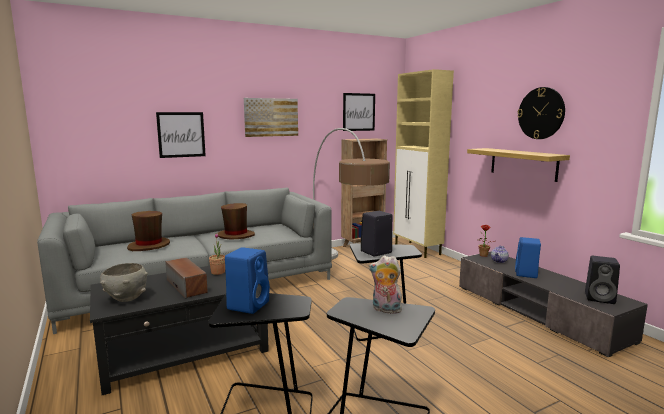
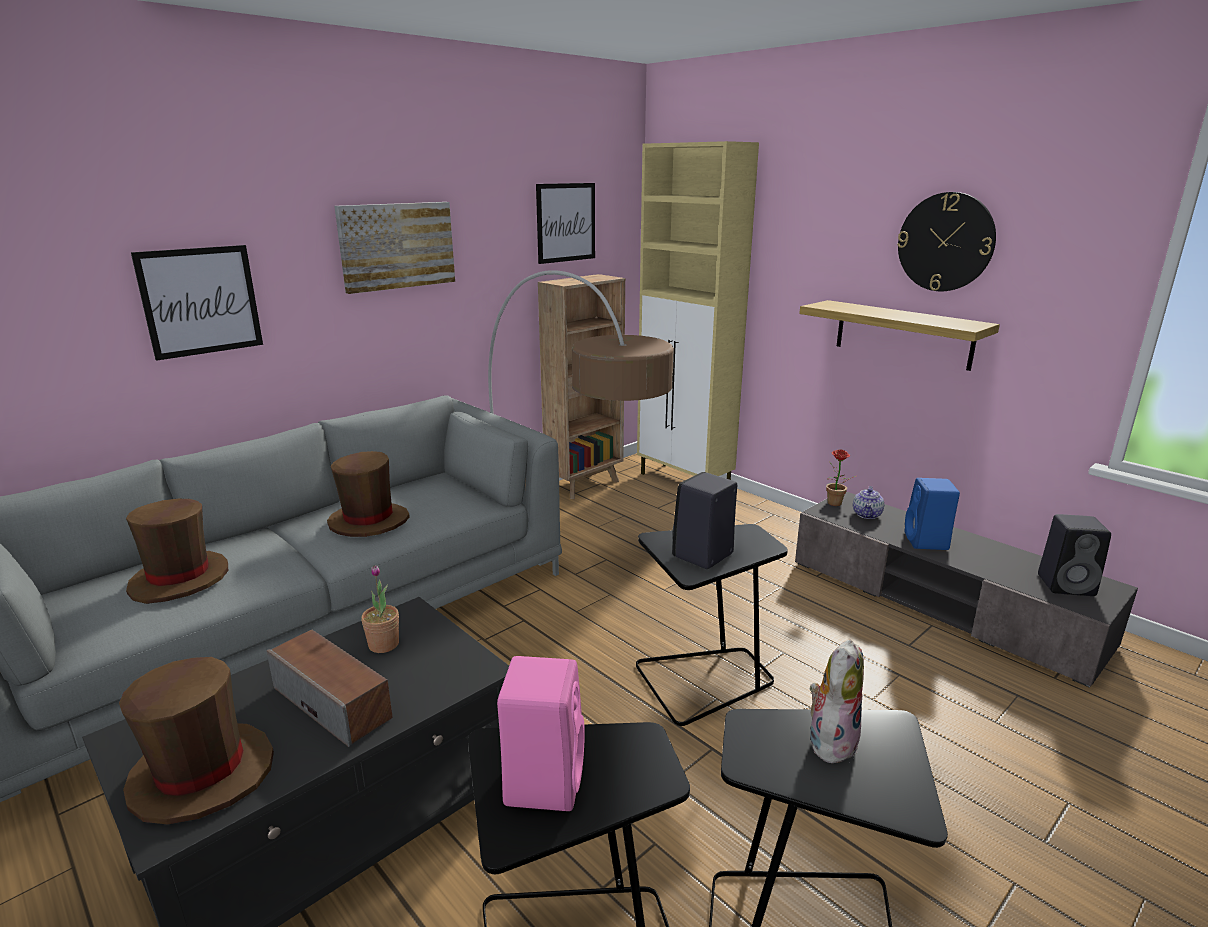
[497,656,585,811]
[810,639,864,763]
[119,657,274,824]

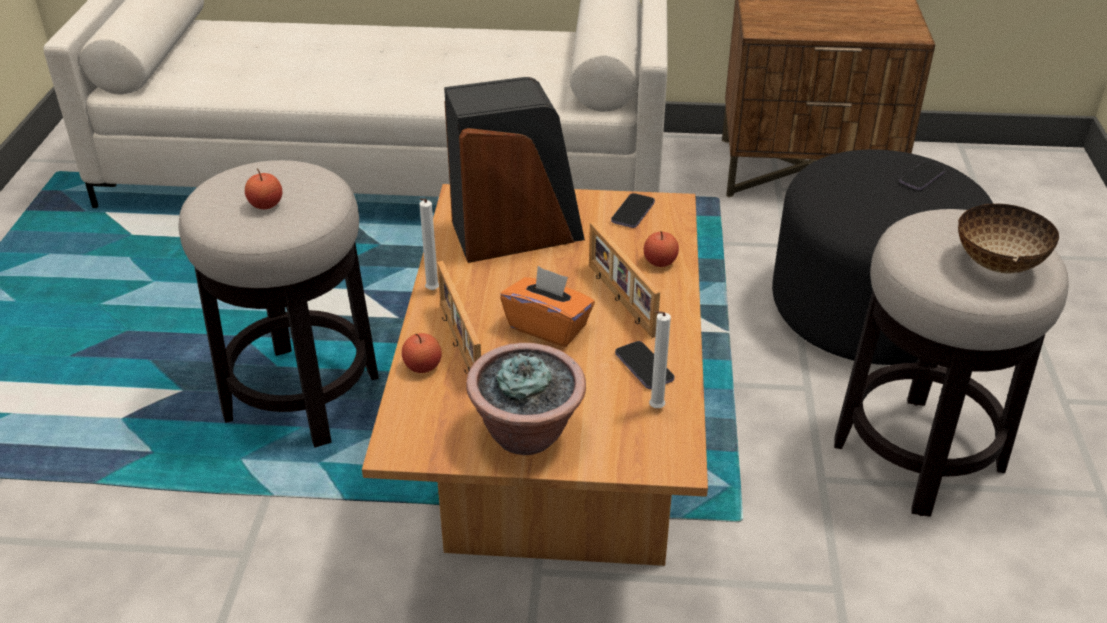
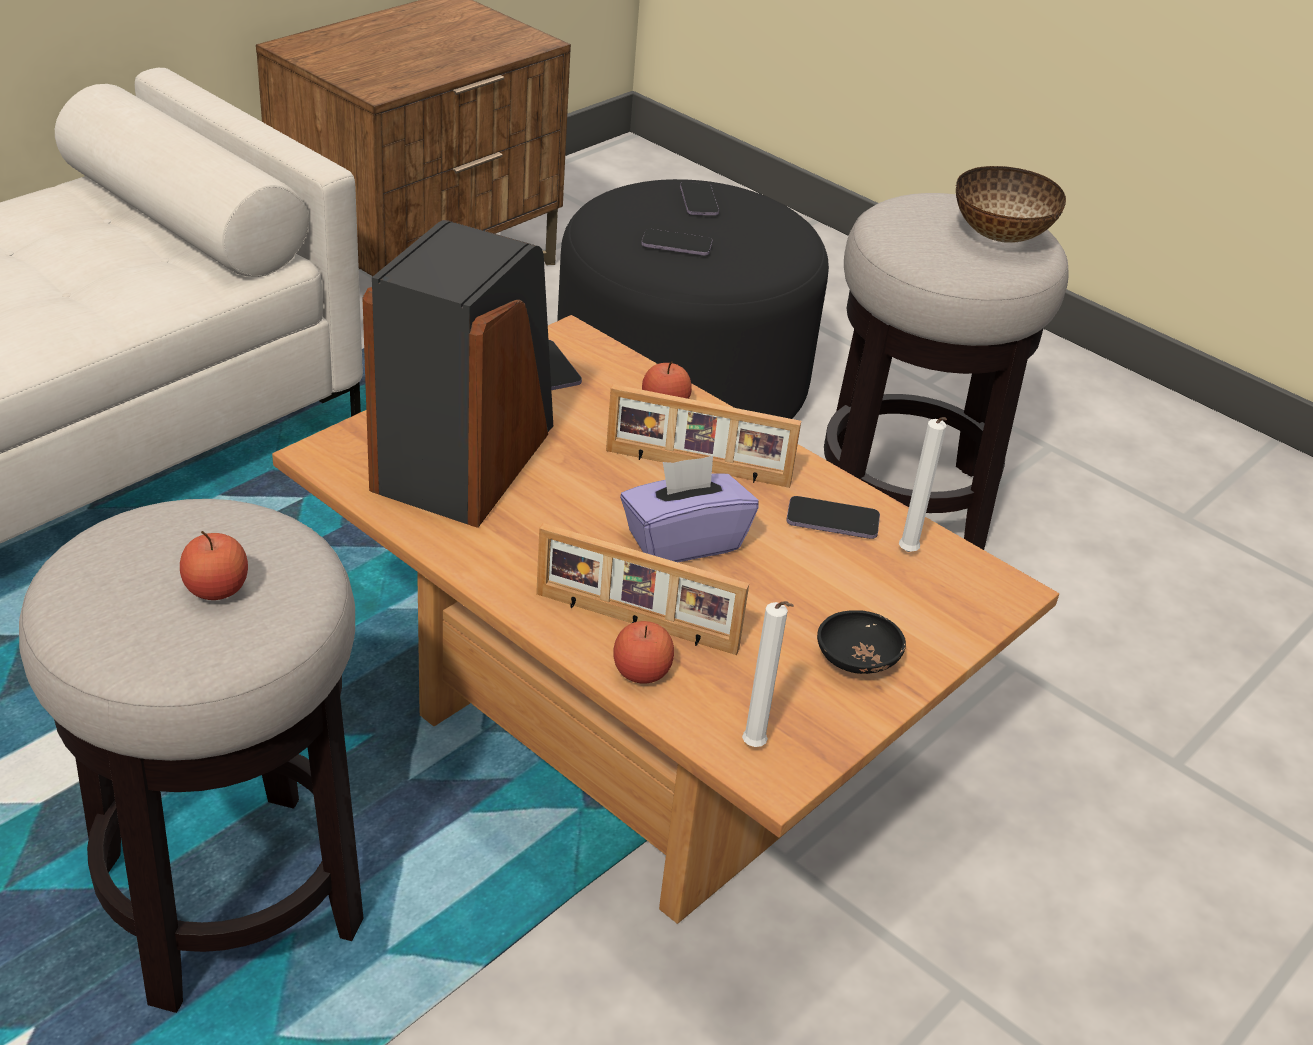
[742,601,794,747]
[620,456,759,562]
[817,610,906,674]
[641,229,712,256]

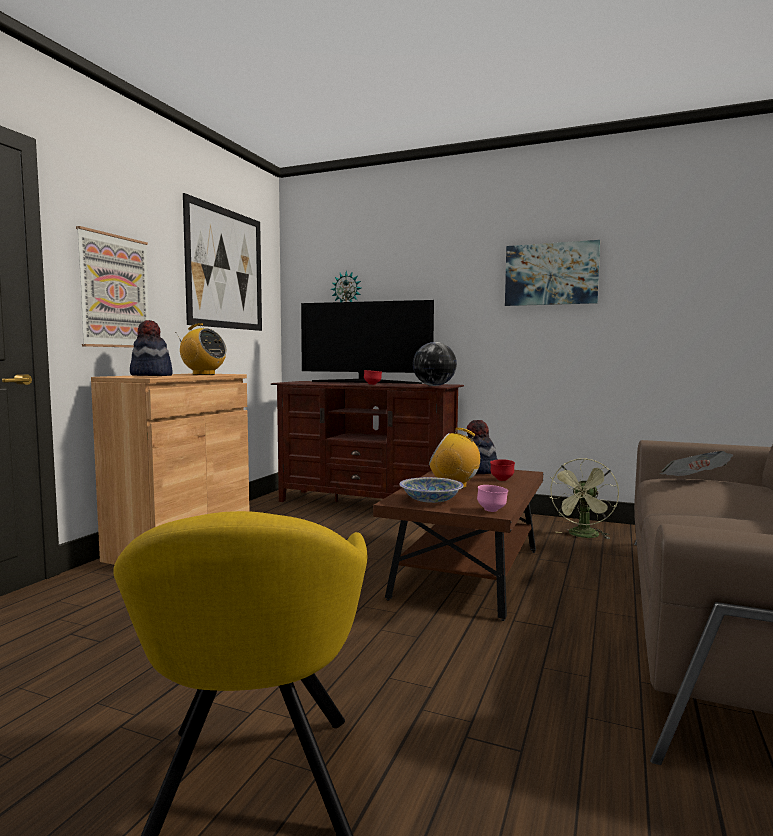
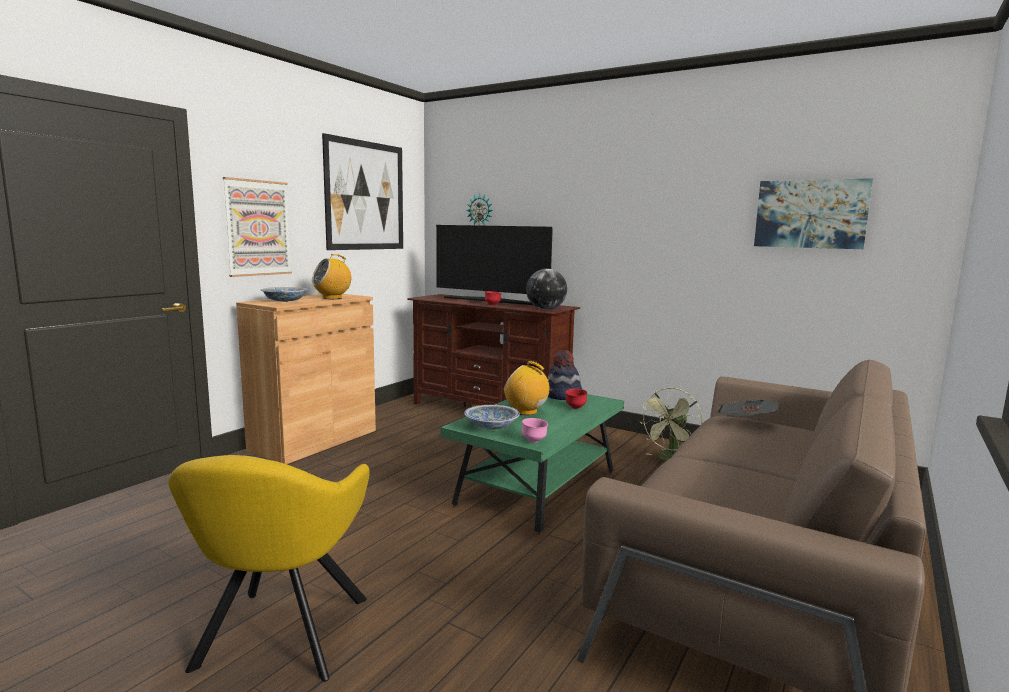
[754,178,873,249]
[260,287,308,302]
[312,254,351,299]
[441,394,624,534]

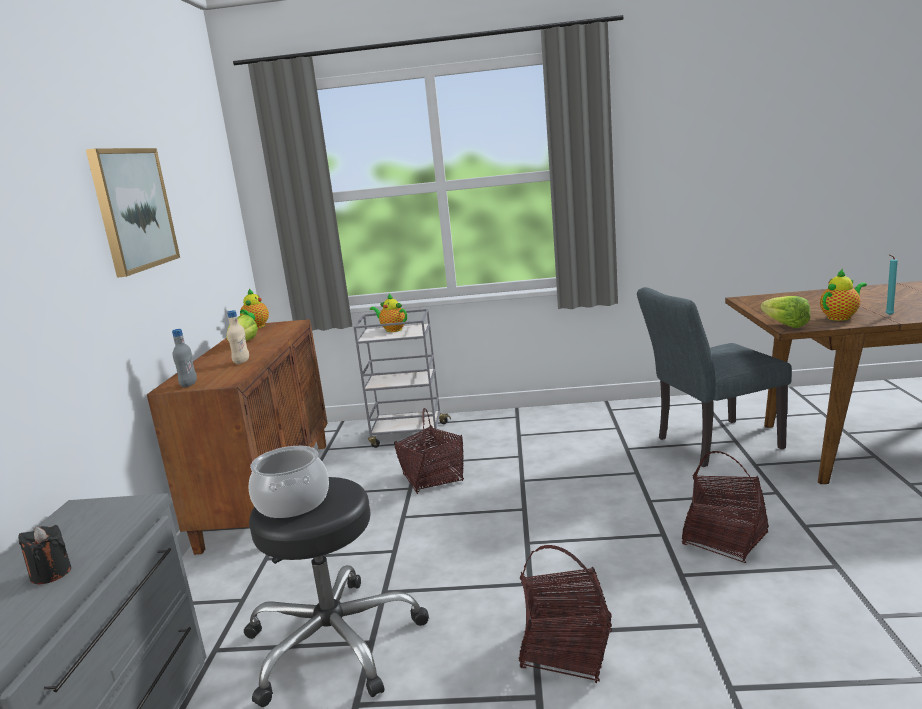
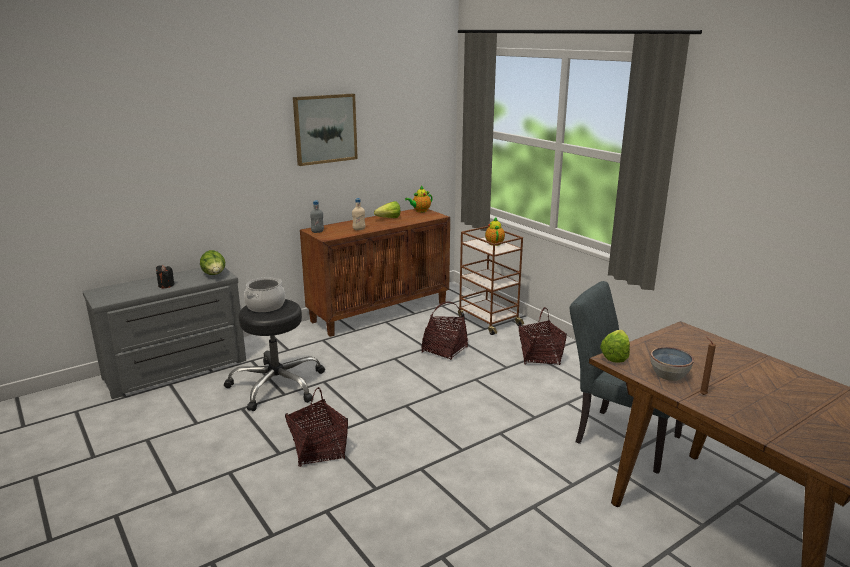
[700,337,716,395]
[651,347,694,381]
[458,226,524,335]
[519,307,567,365]
[200,250,225,275]

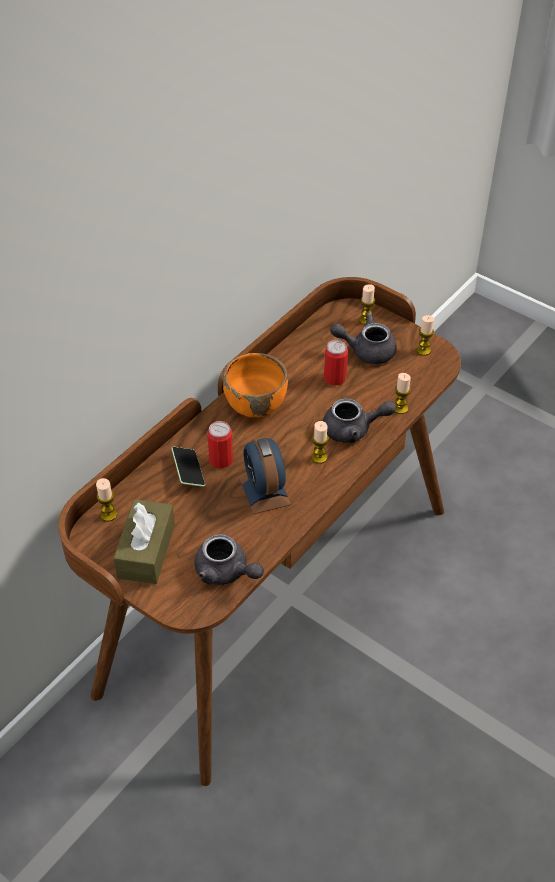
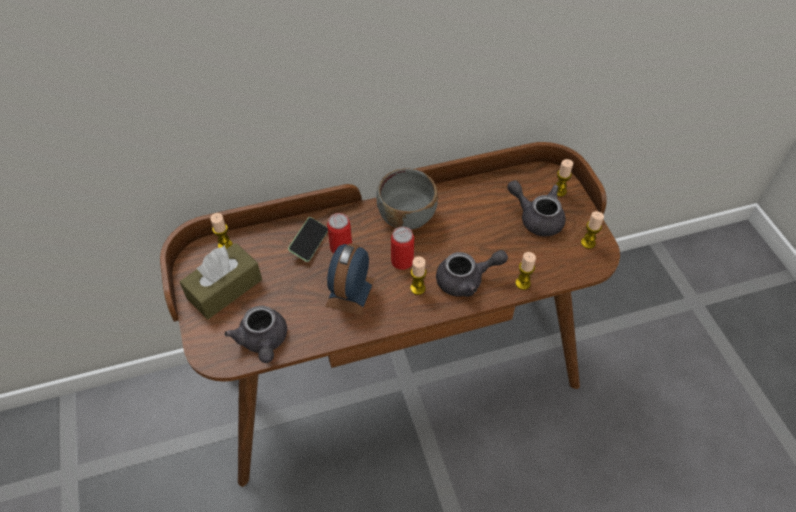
[391,227,414,270]
[377,168,438,229]
[436,250,508,297]

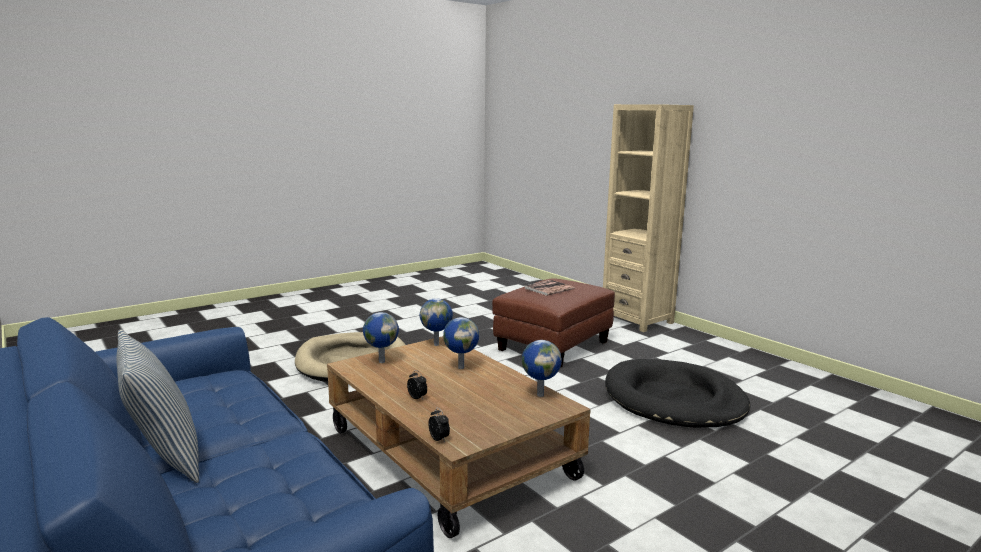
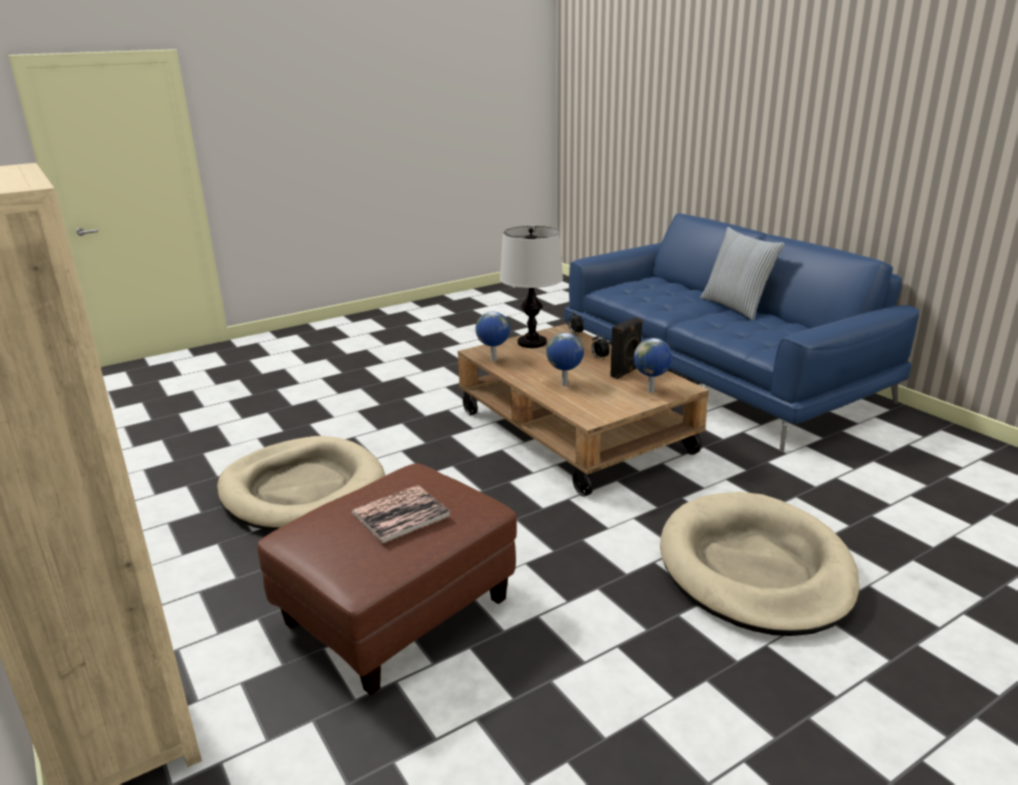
[420,298,453,346] (first image)
[217,436,385,530]
[500,226,563,348]
[610,317,643,379]

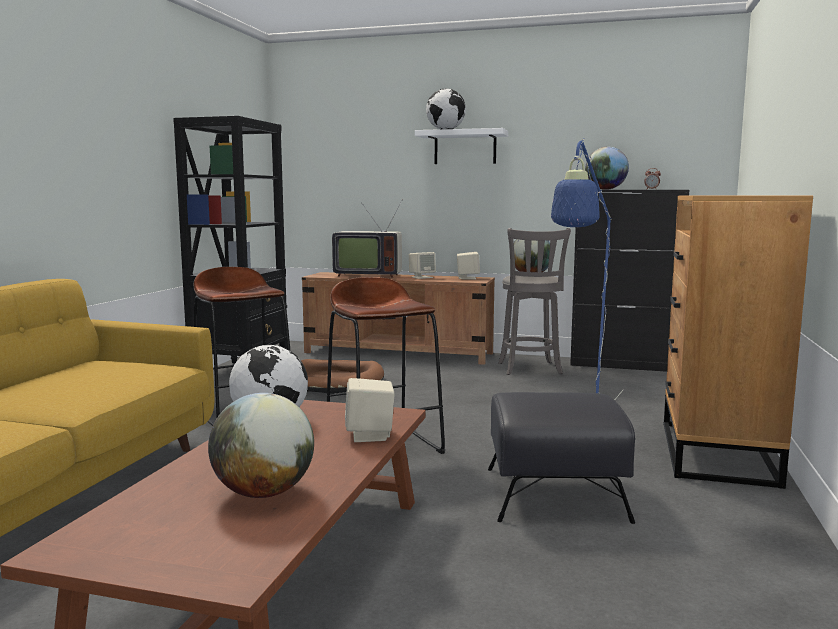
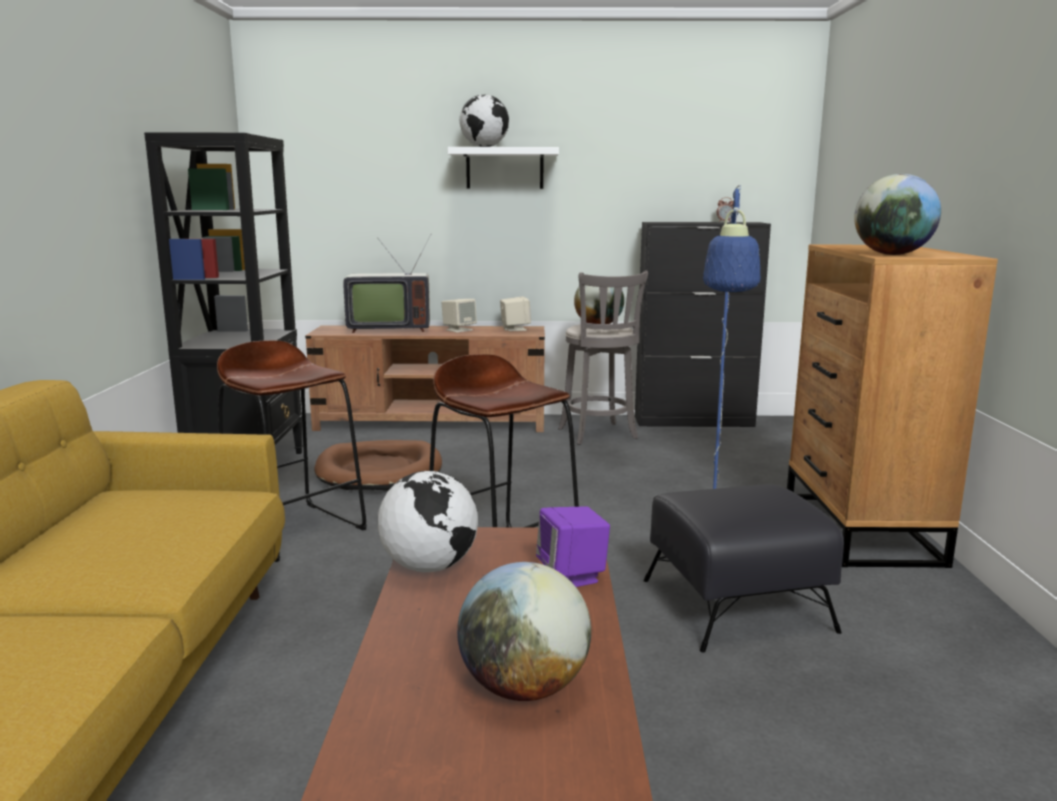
[854,174,941,255]
[536,506,610,587]

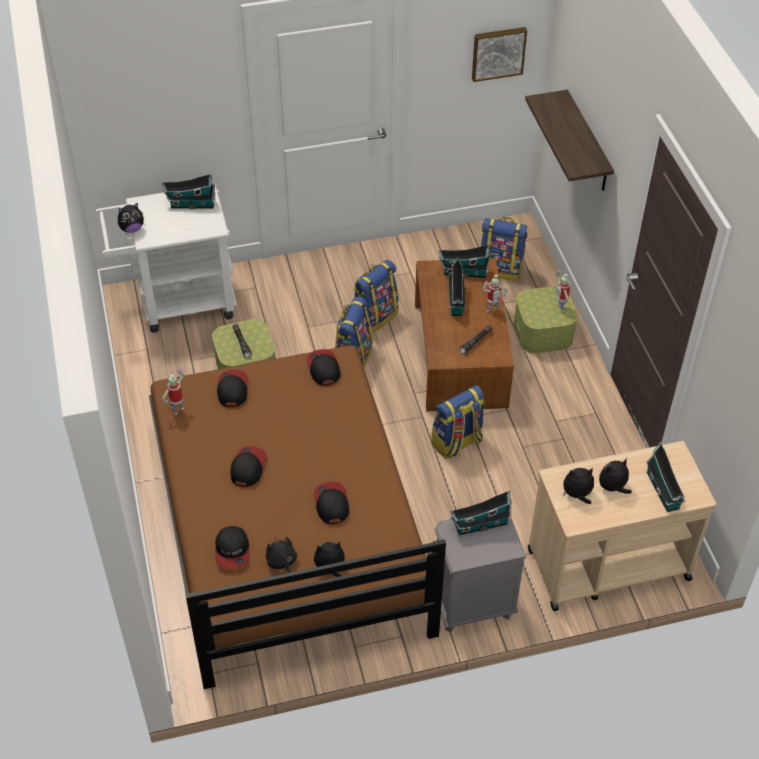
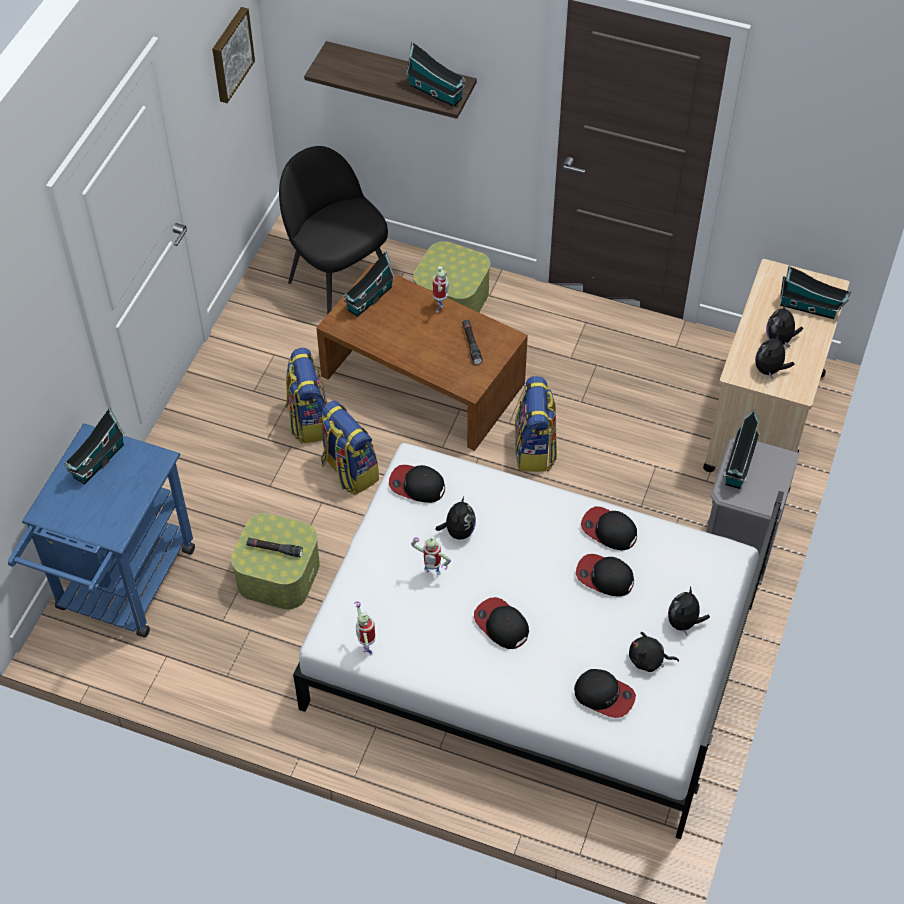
[8,423,195,638]
[435,496,476,540]
[279,146,388,315]
[406,41,466,107]
[411,535,451,575]
[293,443,784,839]
[581,506,637,551]

